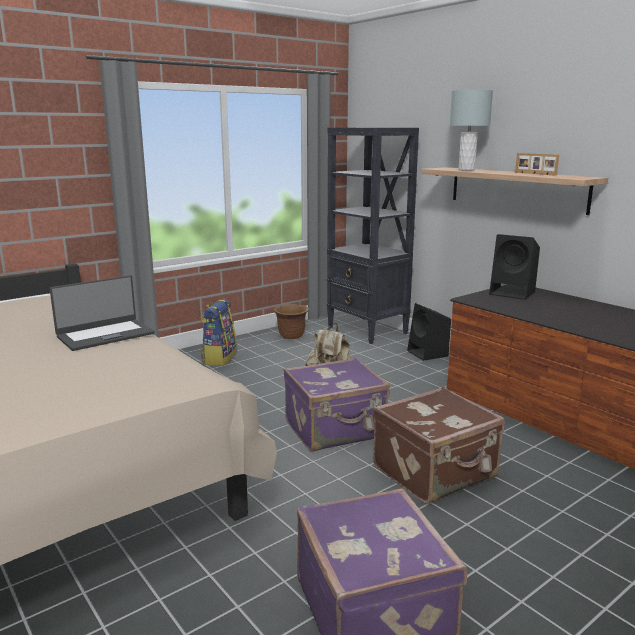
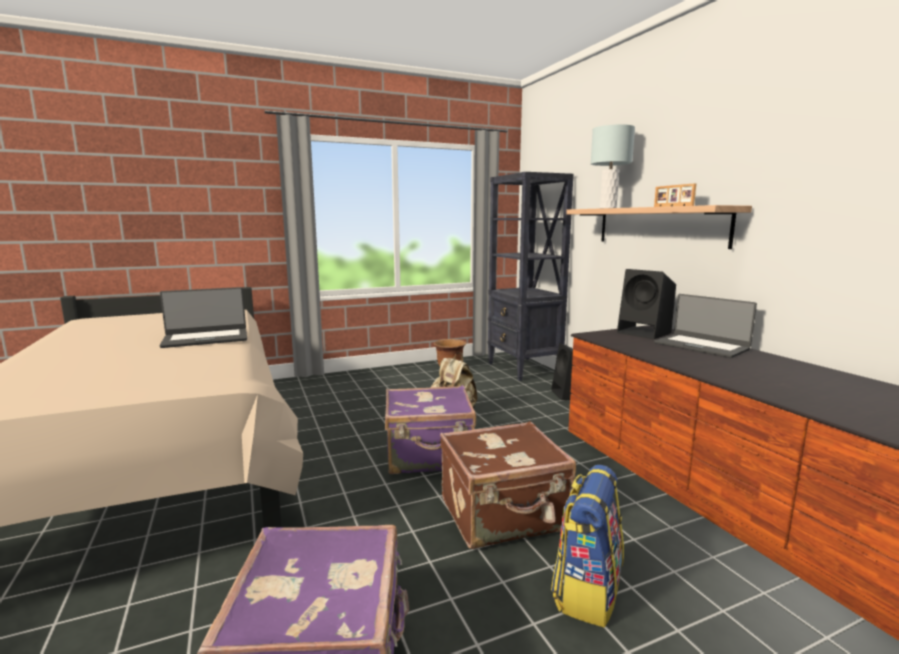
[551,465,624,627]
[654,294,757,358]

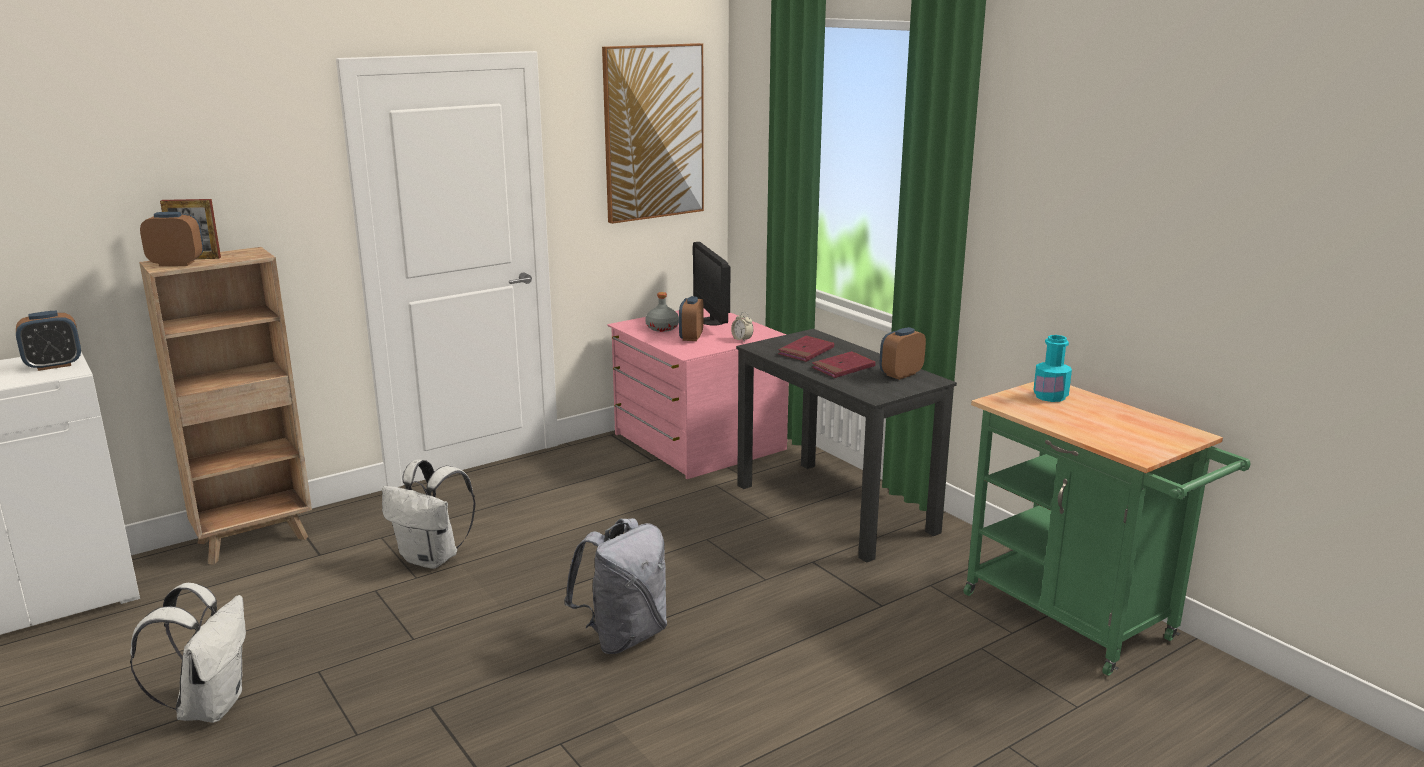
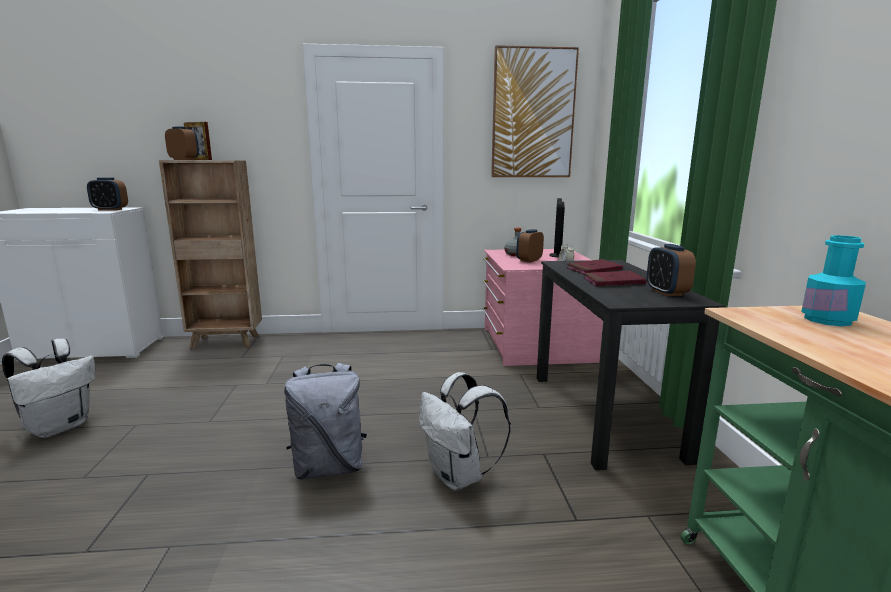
[647,244,696,296]
[419,372,511,491]

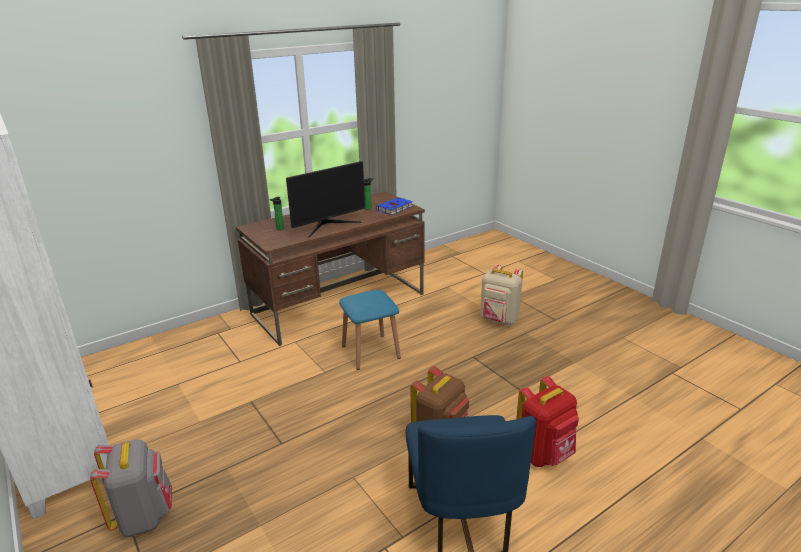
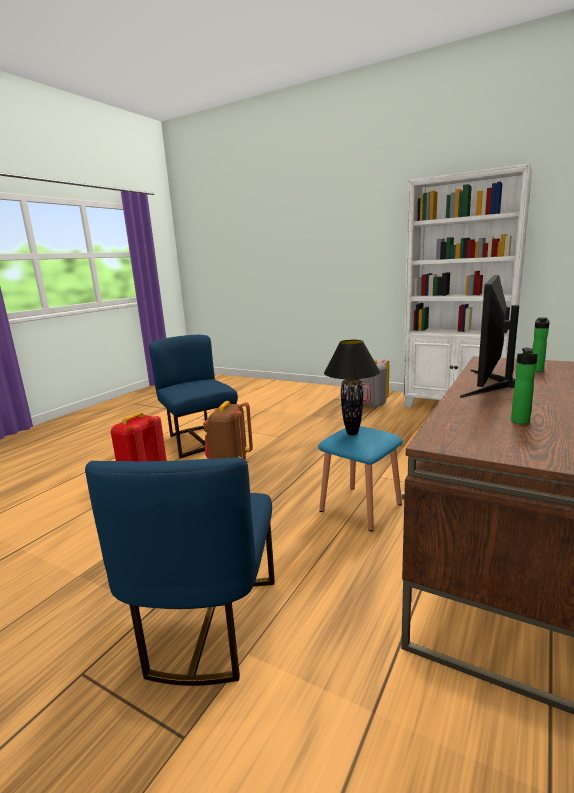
[376,197,413,215] (first image)
[85,457,275,686]
[324,340,380,435]

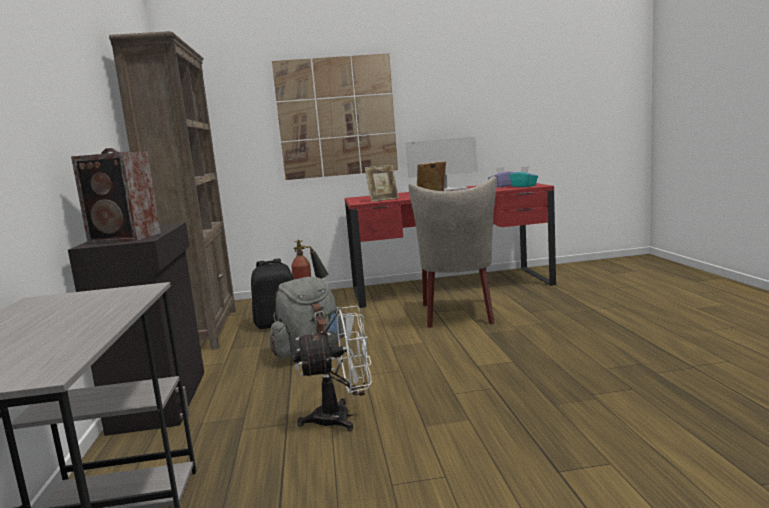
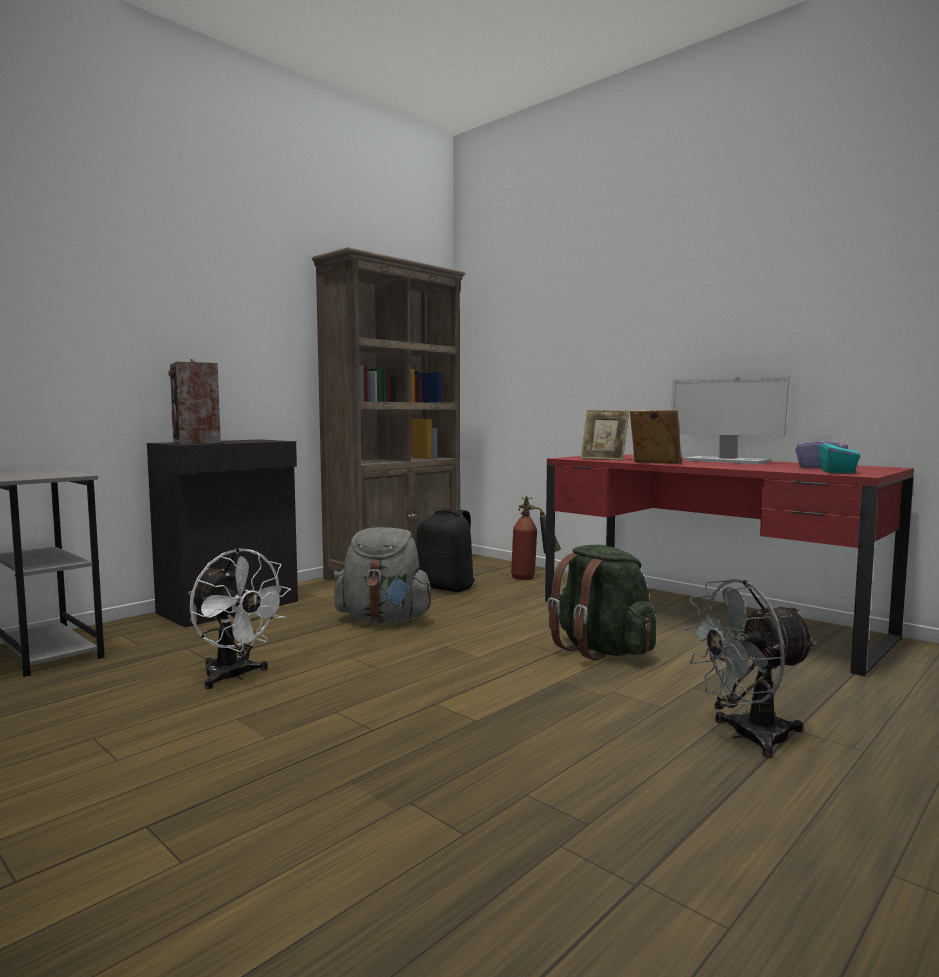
[272,53,398,180] (first image)
[547,545,656,661]
[684,579,817,758]

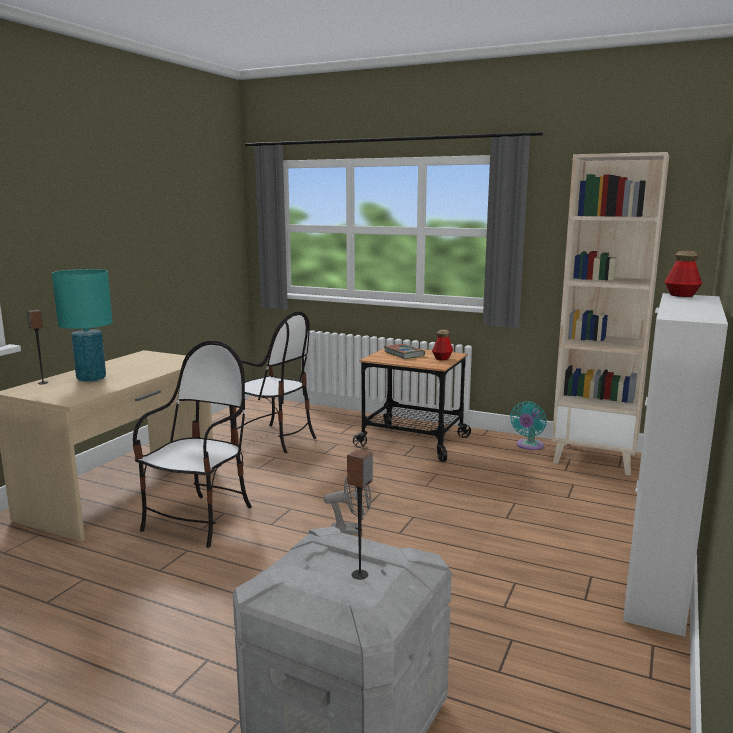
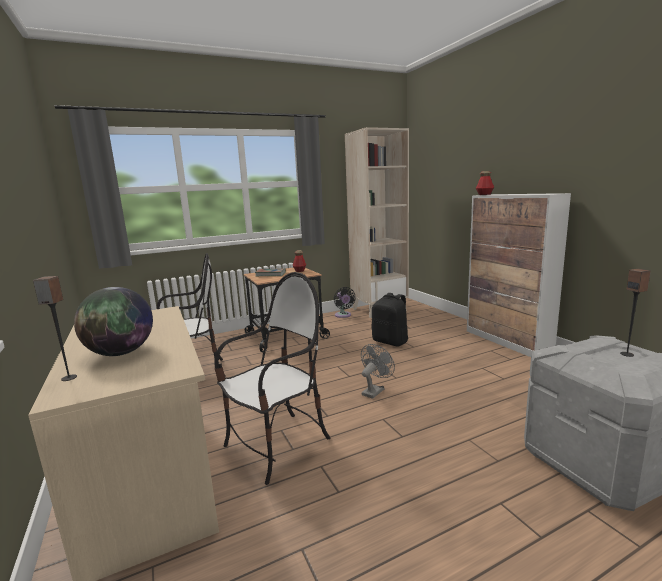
[74,287,153,356]
[214,272,330,485]
[334,287,356,318]
[371,293,408,346]

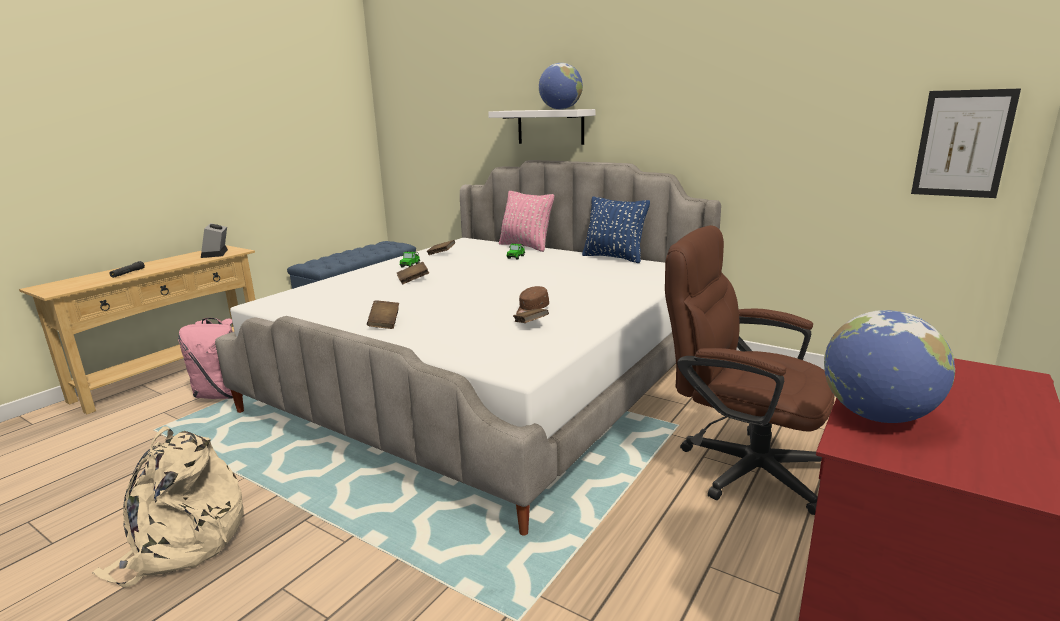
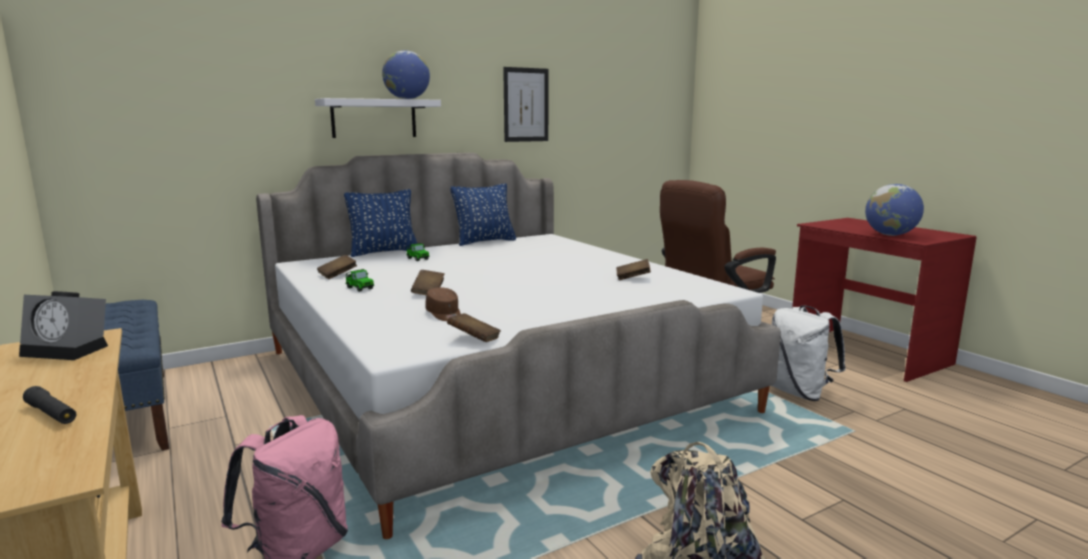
[503,67,548,142]
[344,189,417,257]
[425,287,461,321]
[447,313,501,342]
[771,306,846,401]

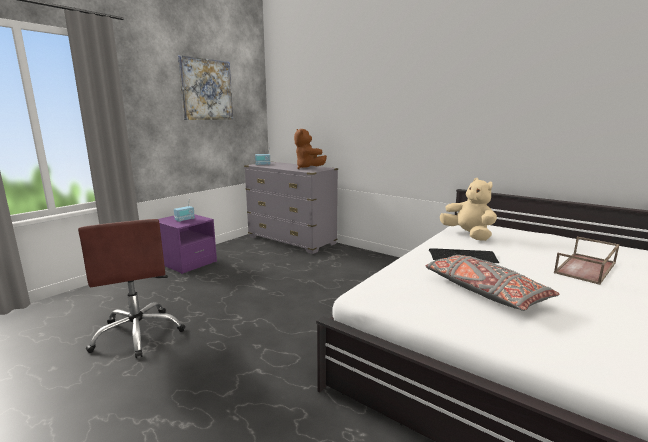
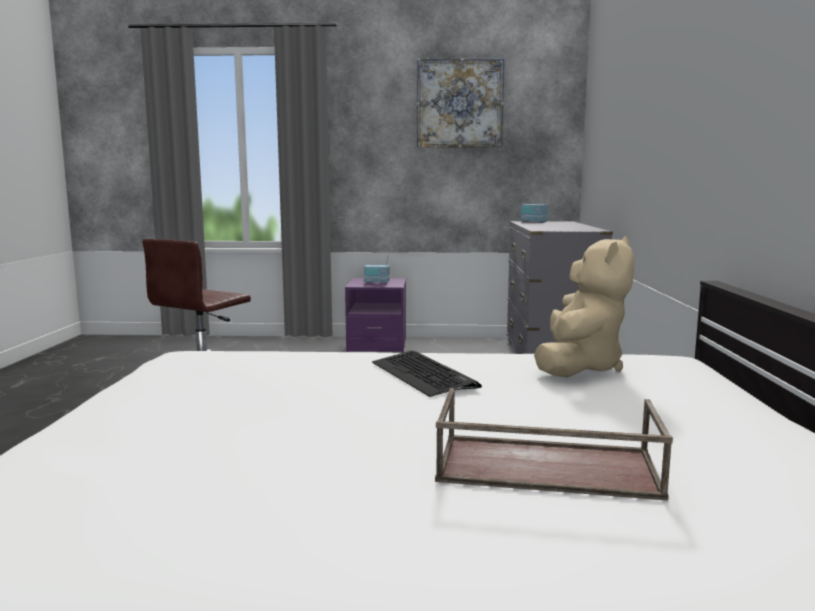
[294,129,327,169] (first image)
[426,255,560,311] (first image)

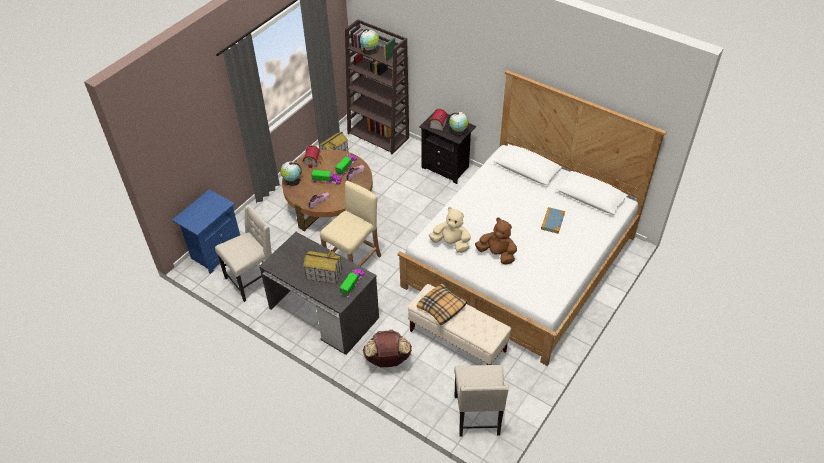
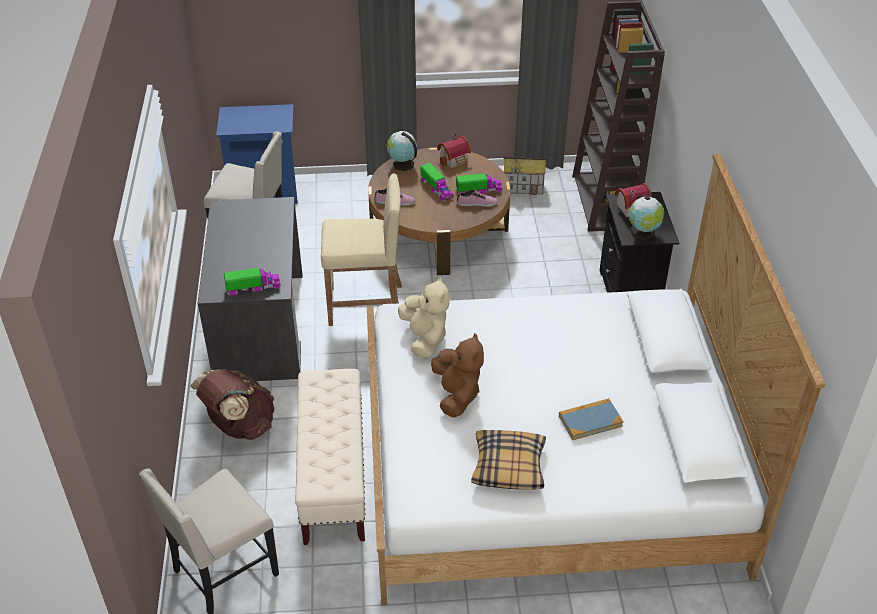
[360,29,379,55] (first image)
[303,250,342,284] (first image)
[471,430,546,490]

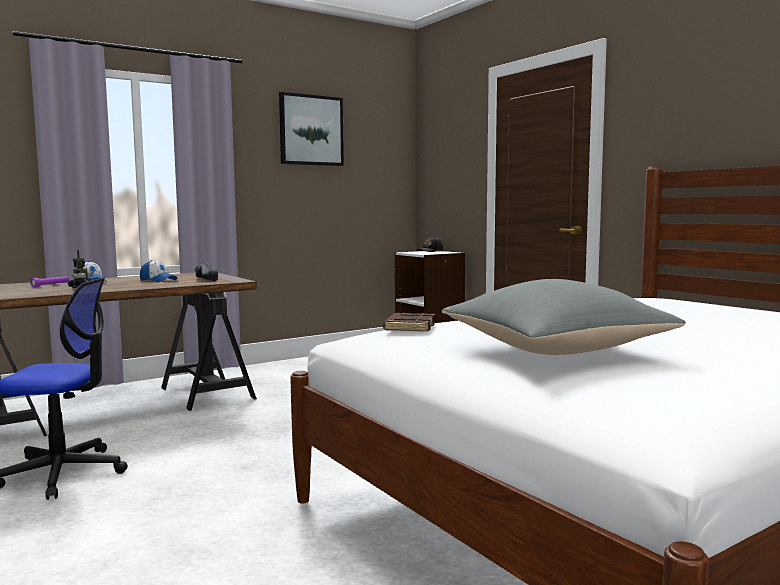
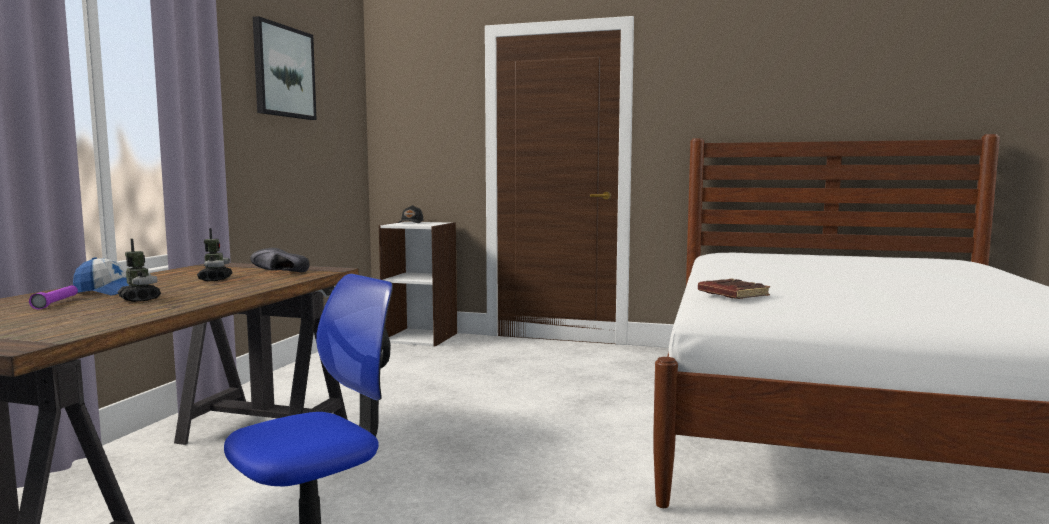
[197,228,233,281]
[442,279,686,355] (first image)

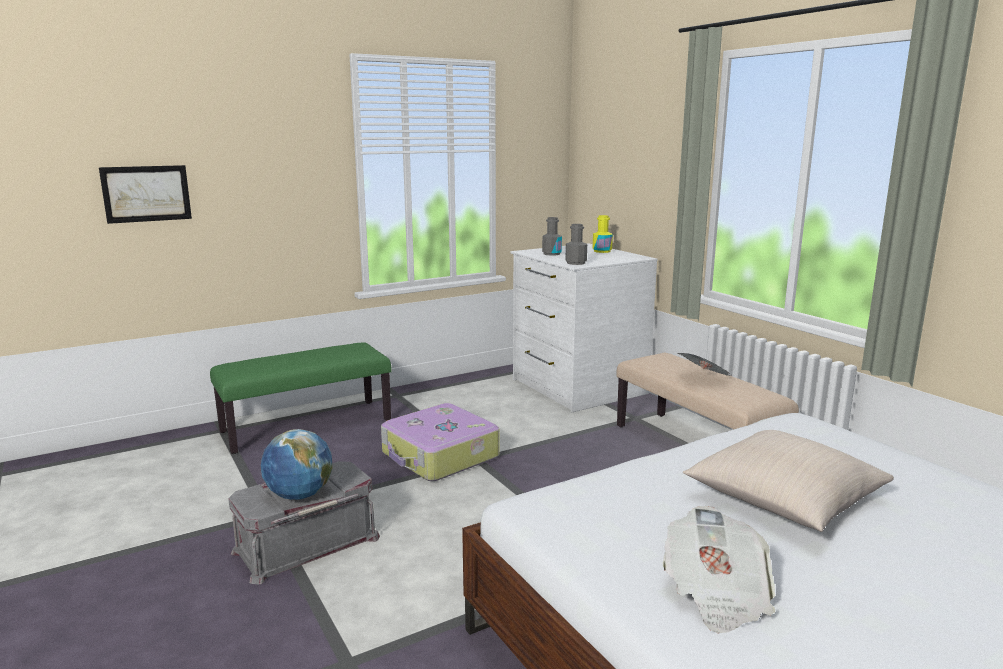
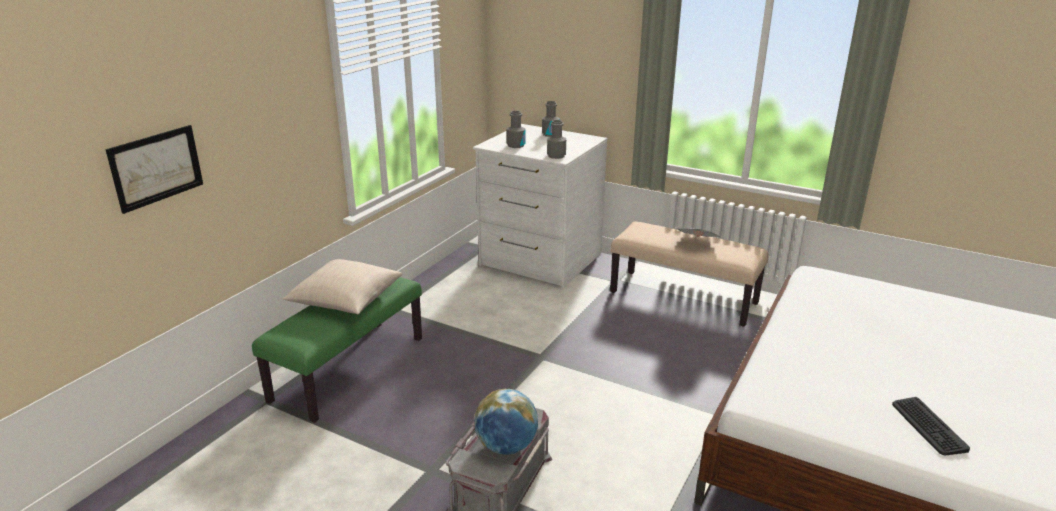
[542,101,560,137]
[381,403,500,481] (first image)
[282,259,402,315]
[892,397,970,455]

